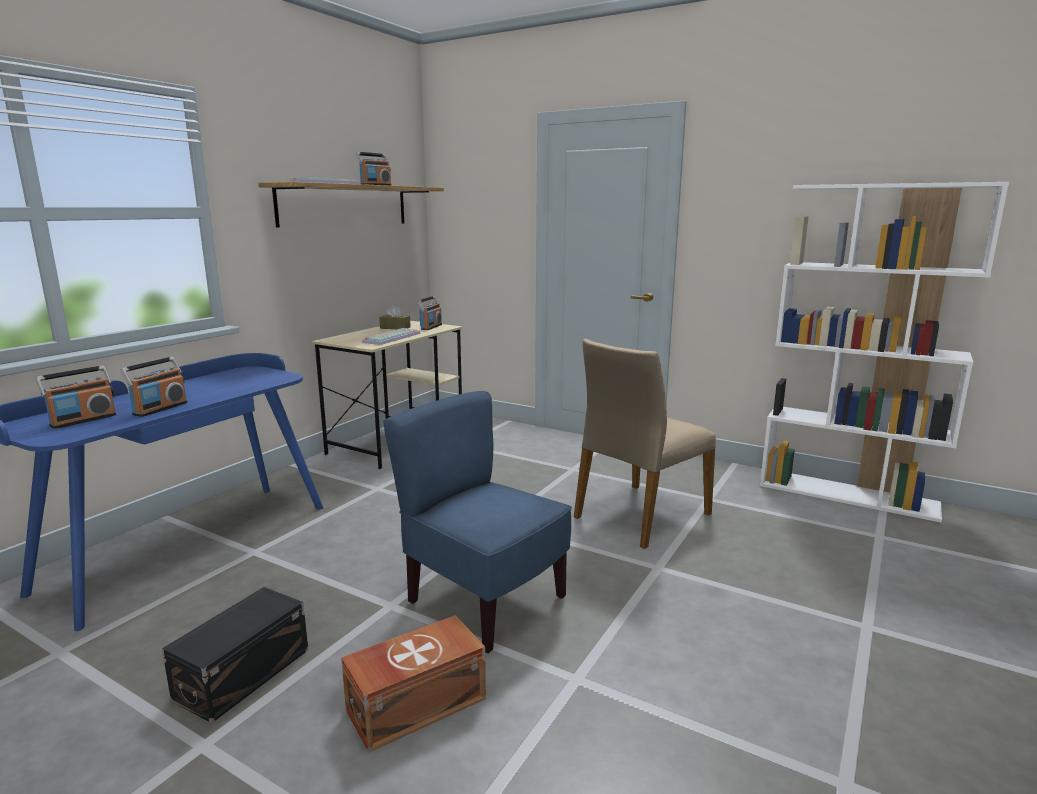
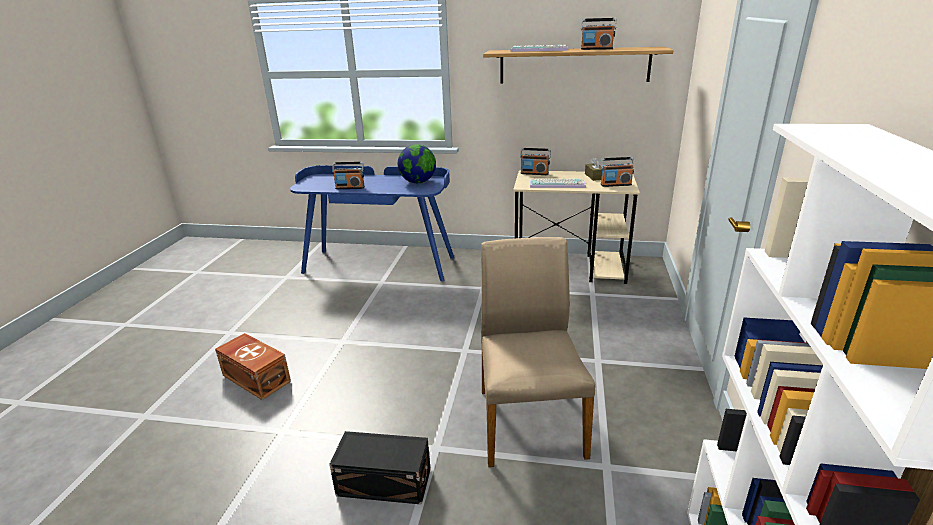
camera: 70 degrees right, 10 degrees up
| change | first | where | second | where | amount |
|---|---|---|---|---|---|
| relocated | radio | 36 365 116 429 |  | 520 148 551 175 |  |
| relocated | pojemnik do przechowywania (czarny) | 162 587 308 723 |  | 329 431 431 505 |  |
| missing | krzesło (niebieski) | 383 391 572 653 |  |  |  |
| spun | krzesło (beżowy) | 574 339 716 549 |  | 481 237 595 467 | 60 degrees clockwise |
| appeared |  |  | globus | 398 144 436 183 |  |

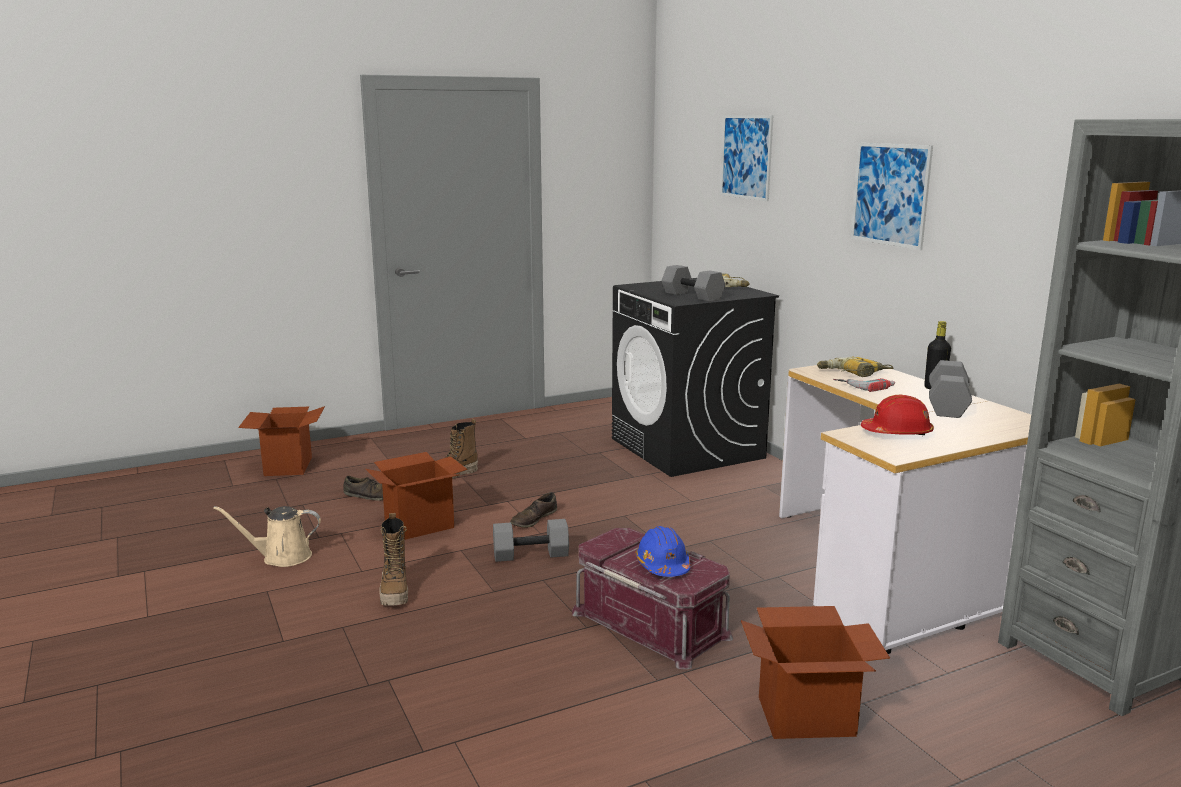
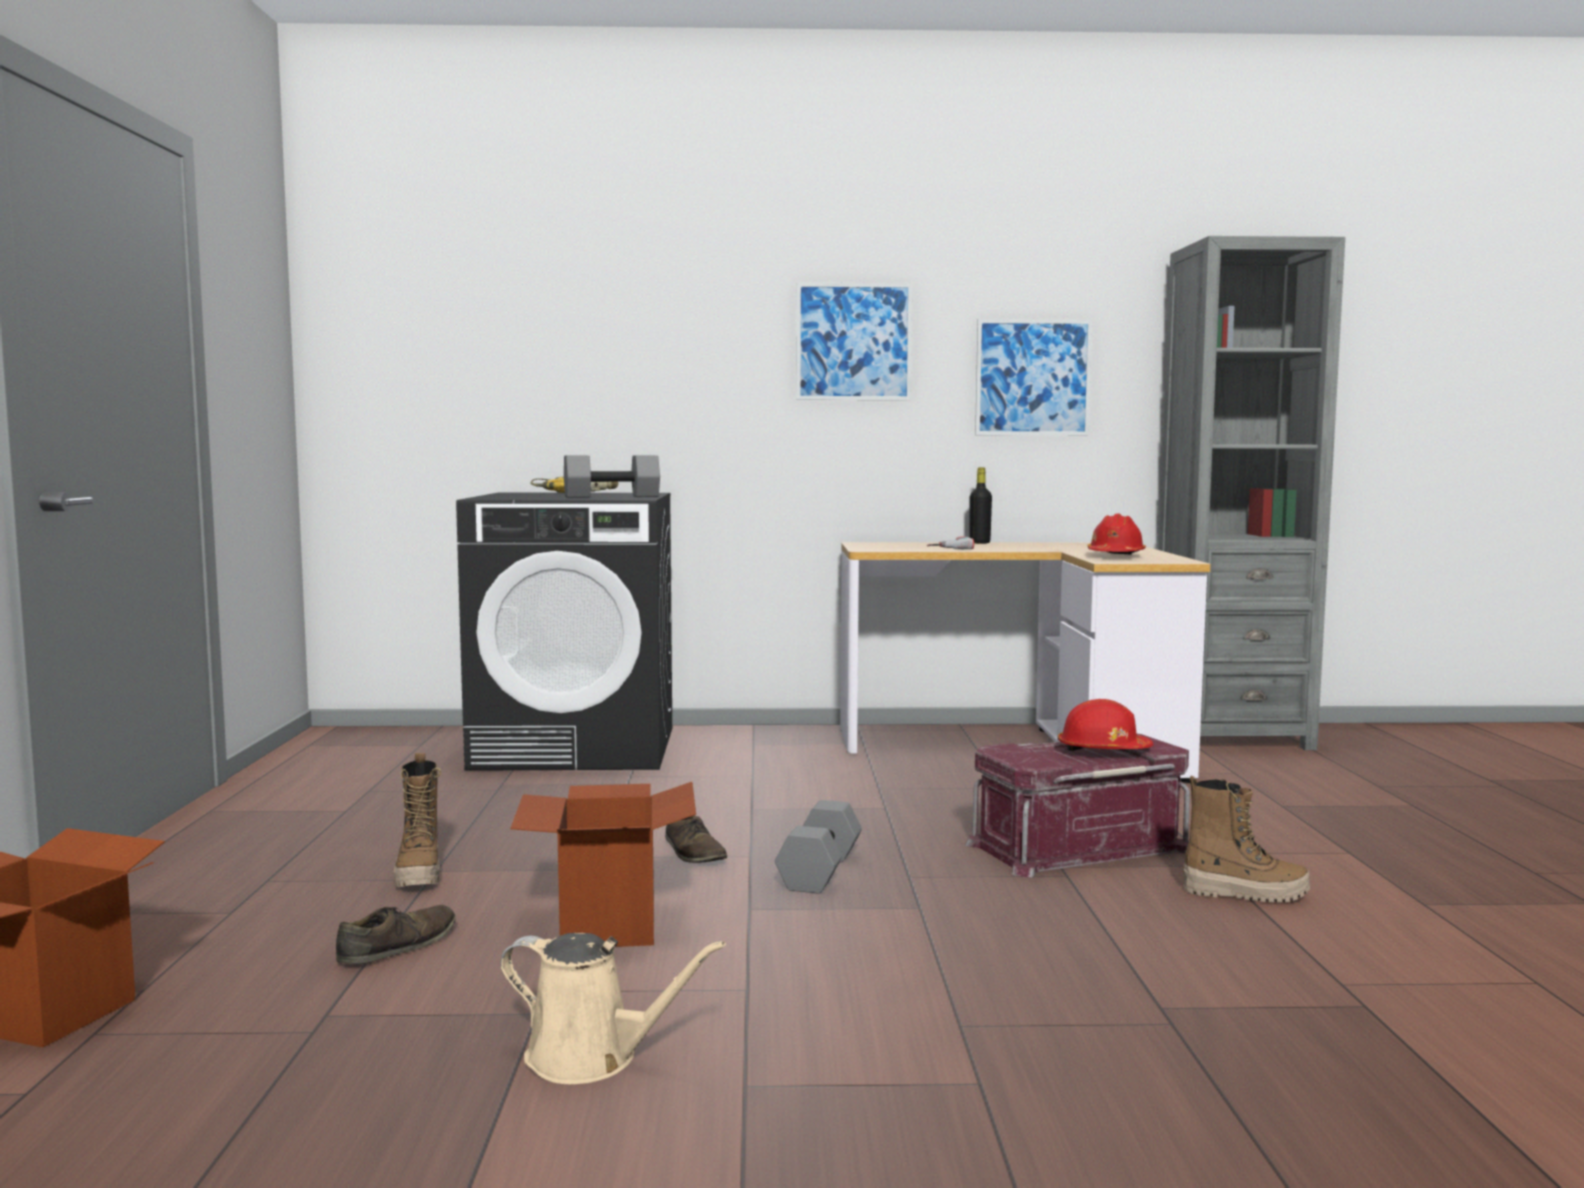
camera: 65 degrees left, 10 degrees down
| change | first | where | second | where | amount |
|---|---|---|---|---|---|
| spun | konewka (beżowy) | 213 506 321 567 |  | 500 933 726 1084 | 90 degrees counterclockwise |
| relocated | but z cholewką | 379 513 408 606 |  | 1183 776 1310 903 |  |
| colour | kask (niebieski) | 636 526 691 577 | kask (czerwony) | 1058 699 1154 751 |  |
| relocated | obraz | 720 115 773 201 |  | 975 319 1092 435 |  |
| missing | karton | 741 606 890 739 |  |  |  |
| missing | wiertarka | 817 356 893 377 |  |  |  |
| missing | hantel (szary) | 929 360 972 418 |  |  |  |

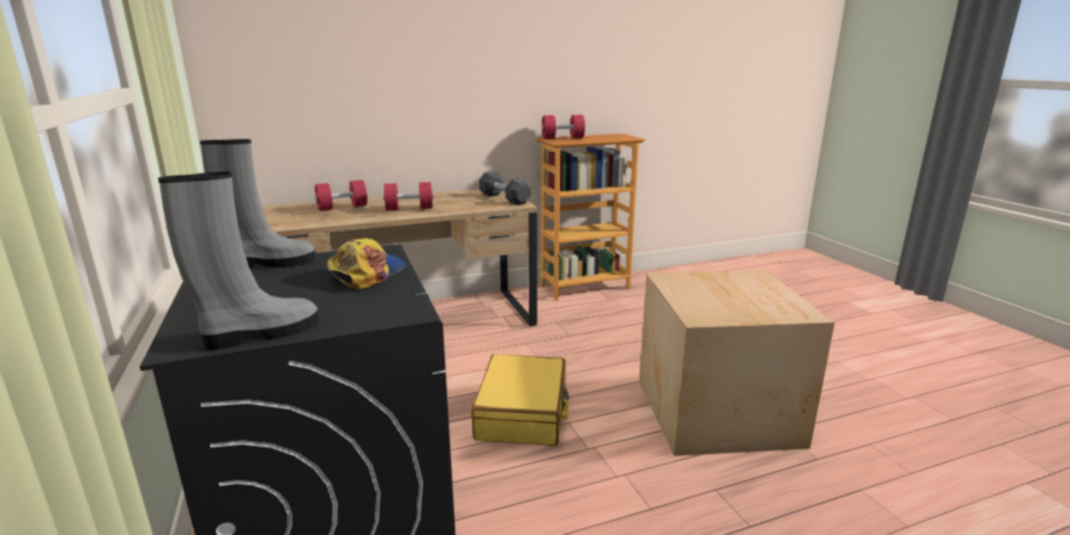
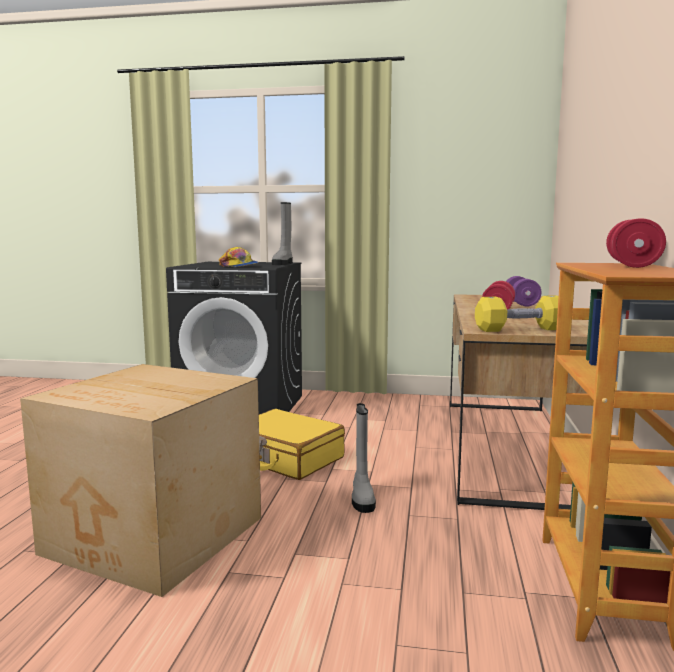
camera: 120 degrees right, 10 degrees down
| change | first | where | second | where | amount |
|---|---|---|---|---|---|
| relocated | but z cholewką (szary) | 158 172 320 350 |  | 352 403 376 513 |  |
| colour | hantel (czerwony) | 315 180 367 211 | hantel (fioletowy) | 506 276 541 307 |  |
| colour | hantel (czarny) | 479 172 531 205 | hantel (żółty) | 475 295 559 332 |  |

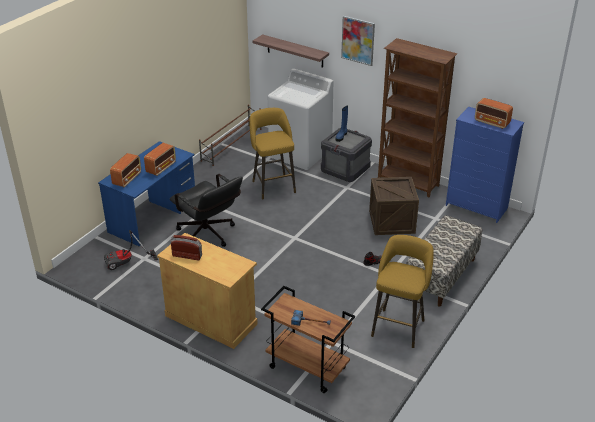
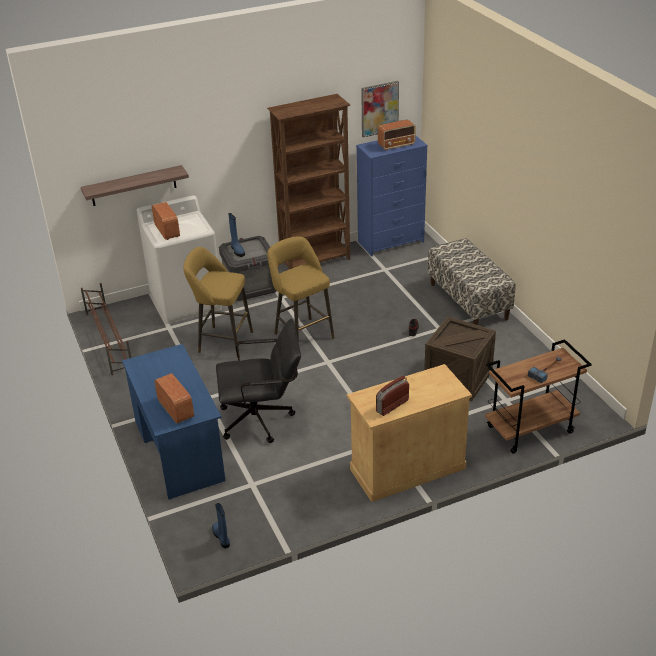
camera: 55 degrees left, 0 degrees up
| change | first | where | second | where | amount |
|---|---|---|---|---|---|
| missing | odkurzacz | 104 230 158 270 |  |  |  |
| relocated | radio | 144 143 176 176 |  | 152 202 180 240 |  |
| relocated | obraz | 341 16 375 66 |  | 361 81 399 137 |  |
| relocated | skrzynka | 369 177 419 235 |  | 424 317 496 401 |  |
| relocated | stołek (żółty) | 371 235 434 348 |  | 267 236 334 343 |  |
| appeared |  |  | but z cholewką (niebieski) | 212 503 230 548 |  |

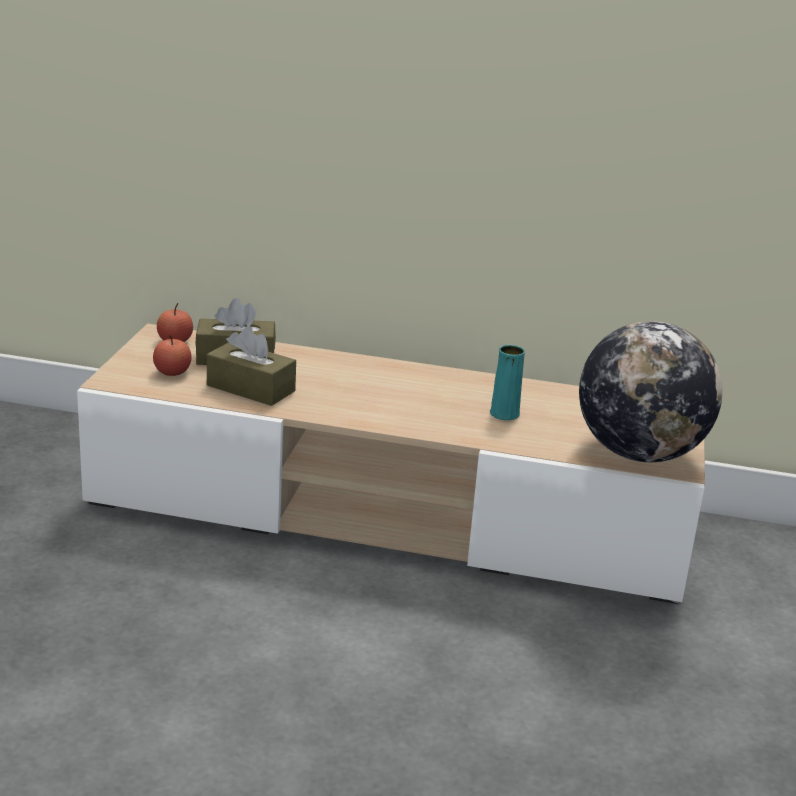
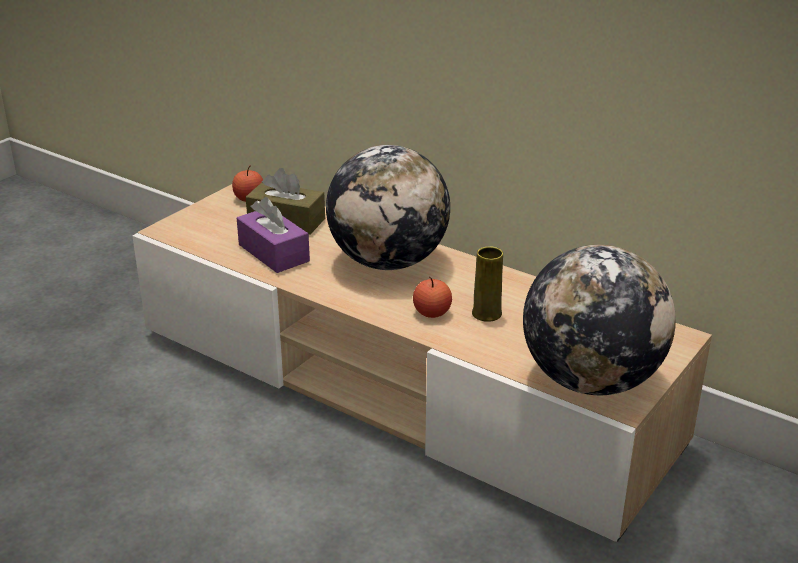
camera: 25 degrees right, 5 degrees up
| change | first | where | second | where | amount |
|---|---|---|---|---|---|
| relocated | jabłko | 153 335 192 376 |  | 413 277 452 318 |  |
| colour | pudełko chusteczek (brązowy) | 207 326 296 406 | pudełko chusteczek (fioletowy) | 237 197 310 273 |  |
| colour | wazon (turkusowy) | 490 345 525 420 | wazon (żółty) | 472 246 503 322 |  |
| appeared |  |  | globus | 326 145 450 270 |  |

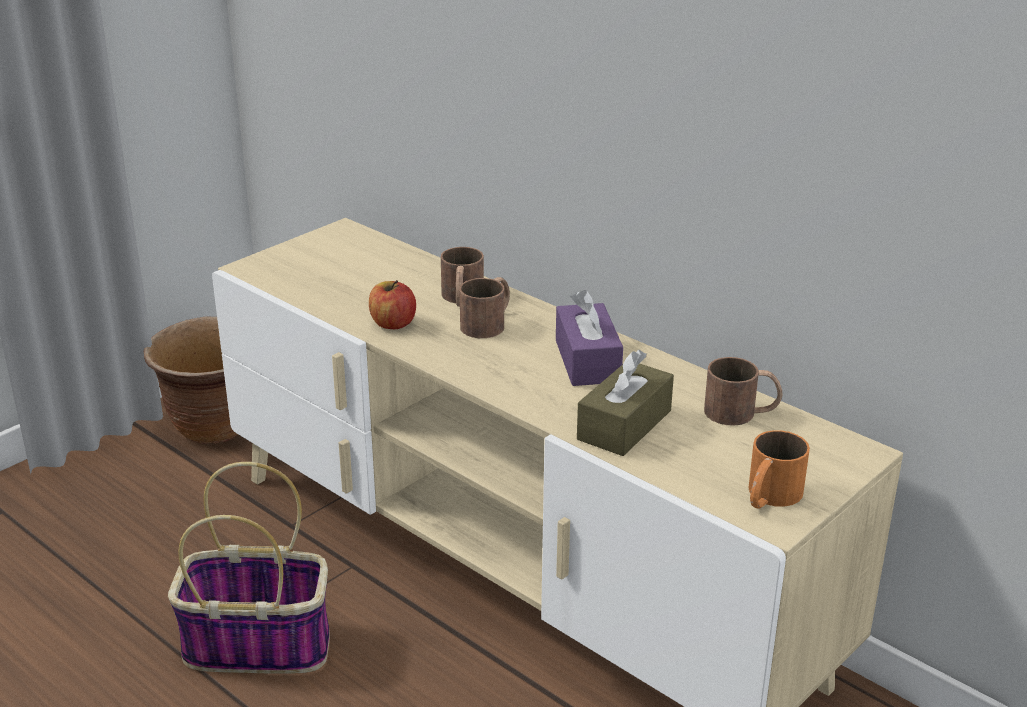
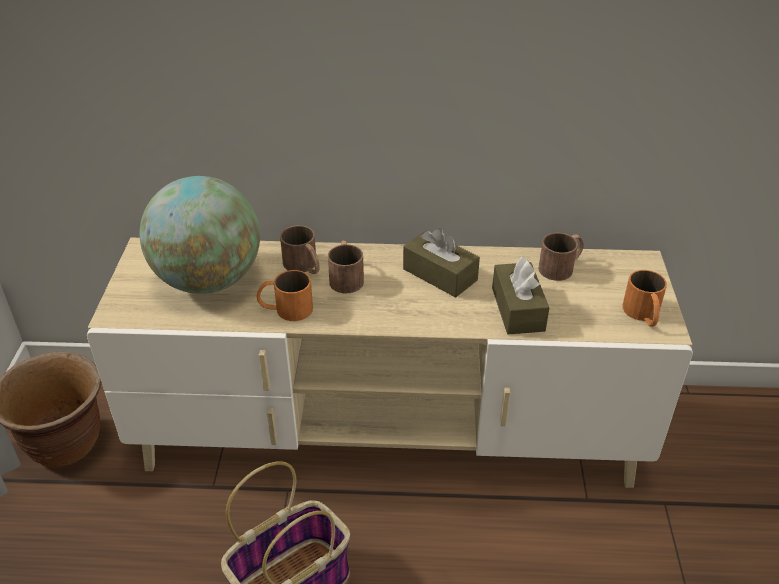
camera: 40 degrees left, 10 degrees up
| change | first | where | second | where | amount |
|---|---|---|---|---|---|
| exchanged | jabłko | 369 280 416 329 | kubek (pomarańczowy) | 257 270 313 321 |  |
| colour | pudełko chusteczek (fioletowy) | 556 290 623 386 | pudełko chusteczek (brązowy) | 403 228 480 297 |  |
| appeared |  |  | globus | 140 176 260 294 |  |

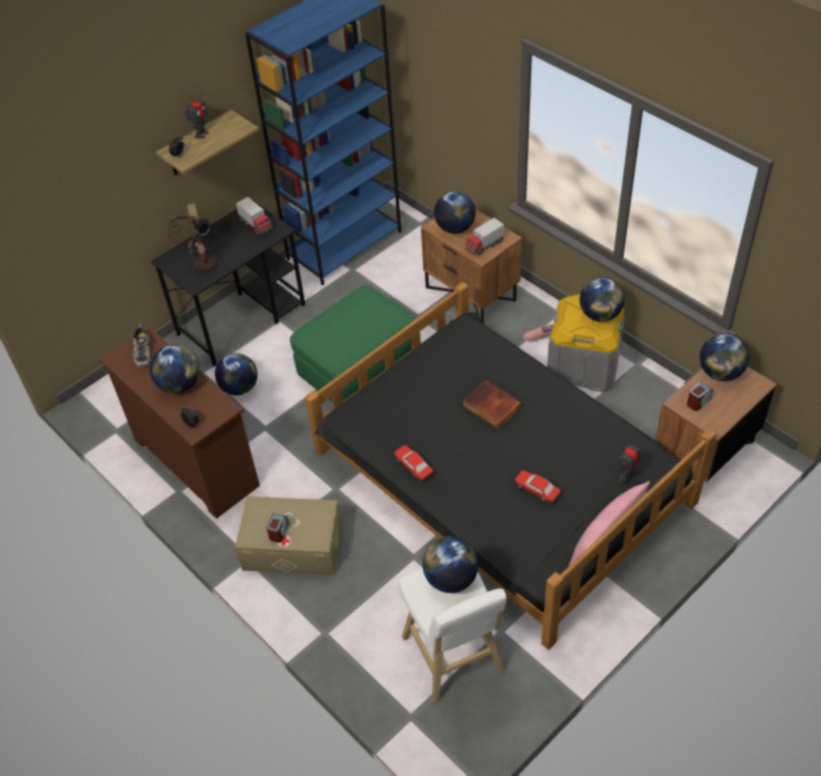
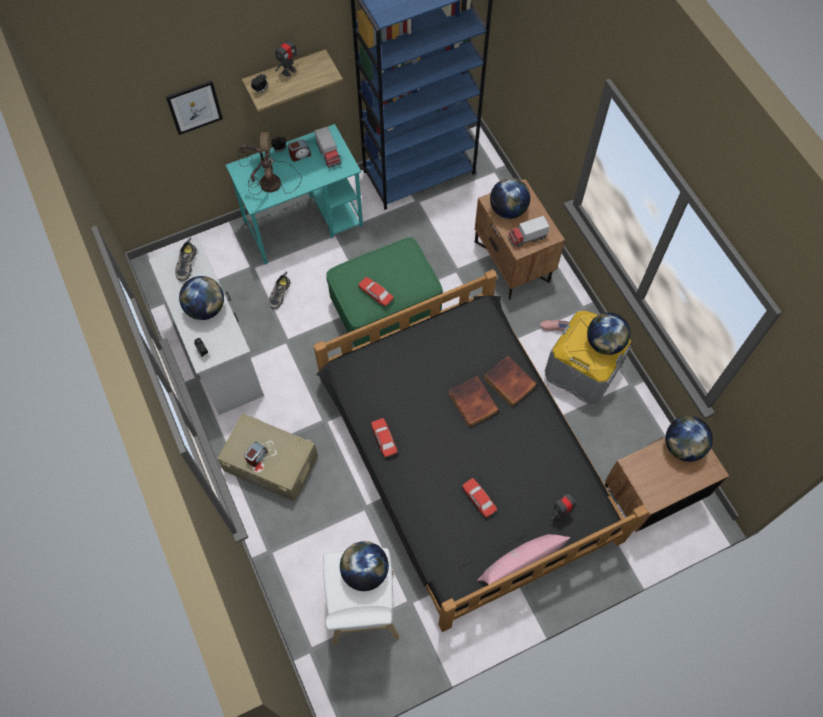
camera: 15 degrees right, 15 degrees up
| change | first | where | second | where | amount |
|---|---|---|---|---|---|
| colour | komoda (brązowy) | 100 327 260 519 | komoda (biały) | 149 239 264 415 |  |
| colour | biurko (czarny) | 151 201 305 367 | biurko (turkusowy) | 226 124 363 265 |  |
| exchanged | globus | 215 353 258 395 | but | 269 271 290 309 |  |
| relocated | budzik | 687 382 713 411 |  | 288 139 311 161 |  |
| appeared |  |  | obraz | 165 80 223 135 |  |
| appeared |  |  | samochodzik | 358 277 394 307 |  |
| appeared |  |  | książka | 483 356 537 407 |  |

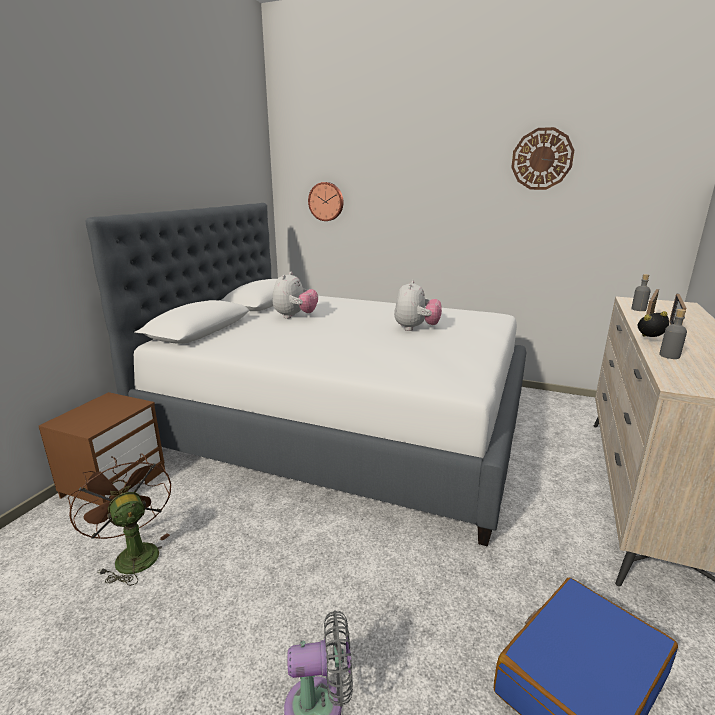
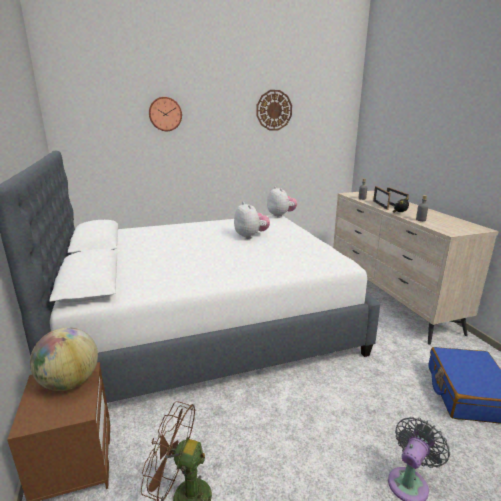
camera: 40 degrees left, 0 degrees up
| change | first | where | second | where | amount |
|---|---|---|---|---|---|
| relocated | pluszak | 273 271 318 319 |  | 267 186 297 218 |  |
| relocated | zegar ścienny | 308 182 343 221 |  | 149 97 182 131 |  |
| appeared |  |  | globus | 30 328 98 391 |  |

